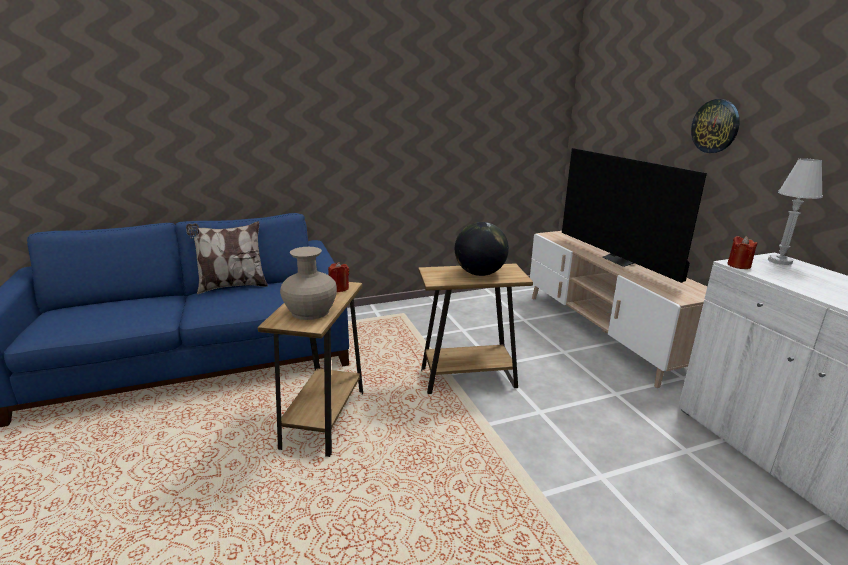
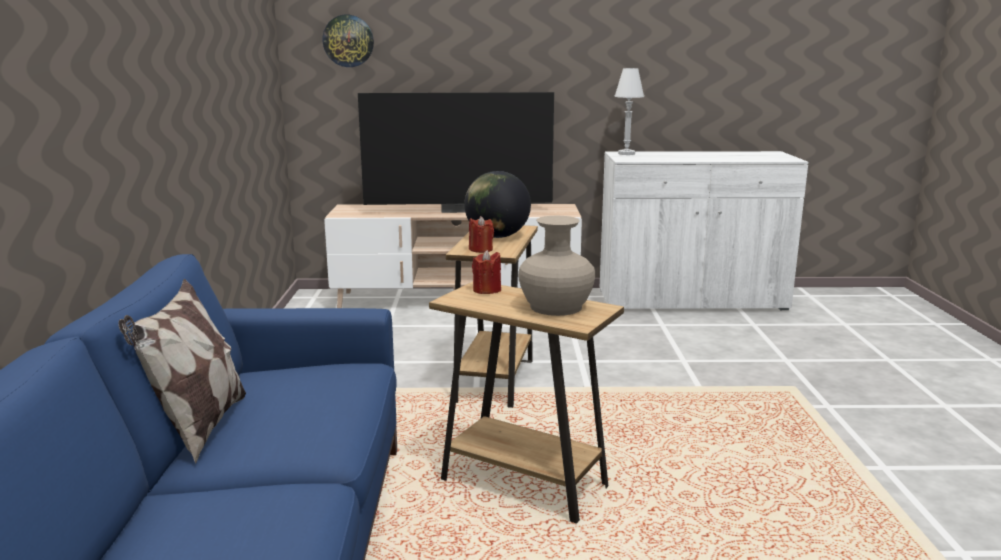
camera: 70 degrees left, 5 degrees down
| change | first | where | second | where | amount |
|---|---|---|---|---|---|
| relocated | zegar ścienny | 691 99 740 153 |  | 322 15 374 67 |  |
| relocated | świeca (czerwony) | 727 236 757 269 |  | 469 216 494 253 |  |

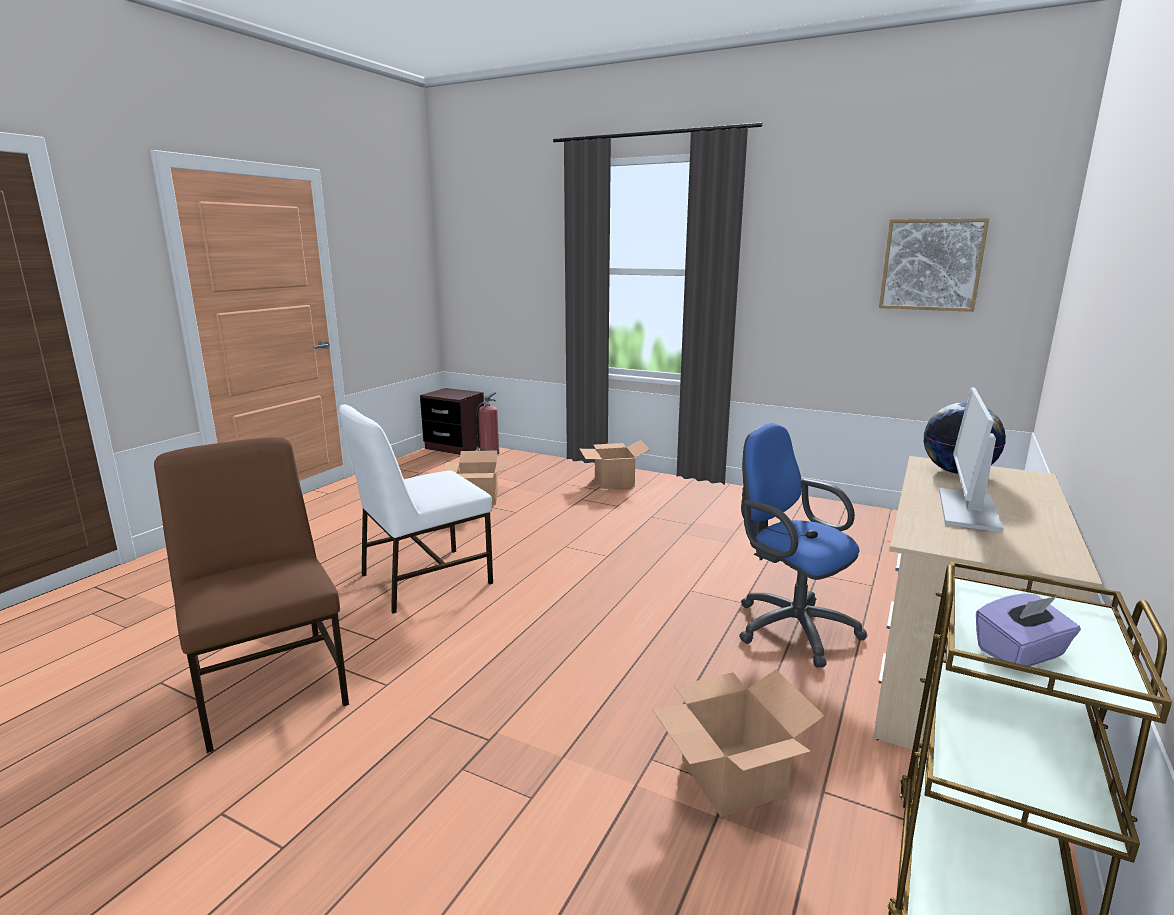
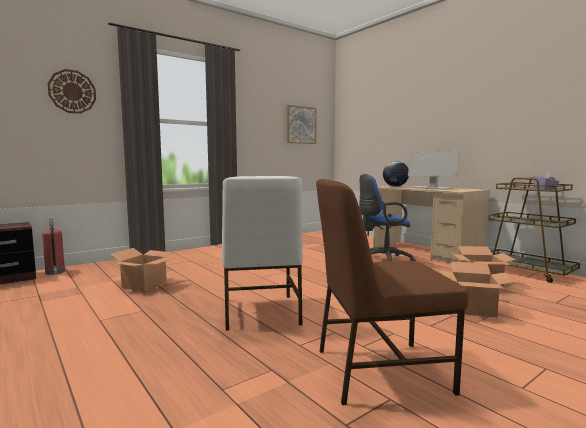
camera: 65 degrees left, 10 degrees down
| change | first | where | second | where | amount |
|---|---|---|---|---|---|
| relocated | karton | 580 440 650 489 |  | 440 262 514 317 |  |
| appeared |  |  | zegar ścienny | 48 69 96 114 |  |

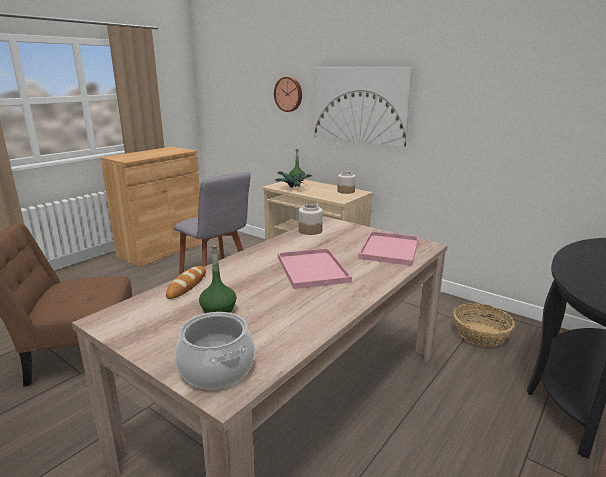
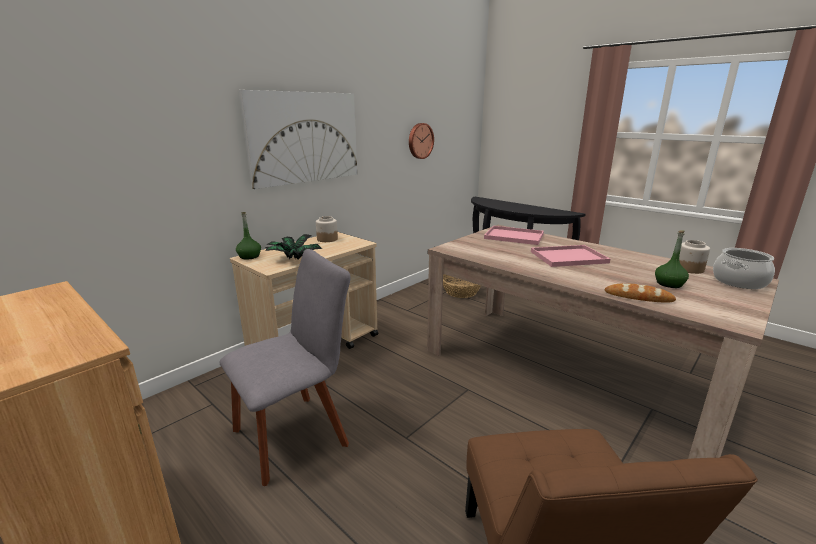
camera: 85 degrees left, 0 degrees up
| change | first | where | second | where | amount |
|---|---|---|---|---|---|
| relocated | zegar ścienny | 274 77 302 112 |  | 409 123 434 159 |  |
| relocated | słoik | 299 204 323 235 |  | 679 240 710 274 |  |

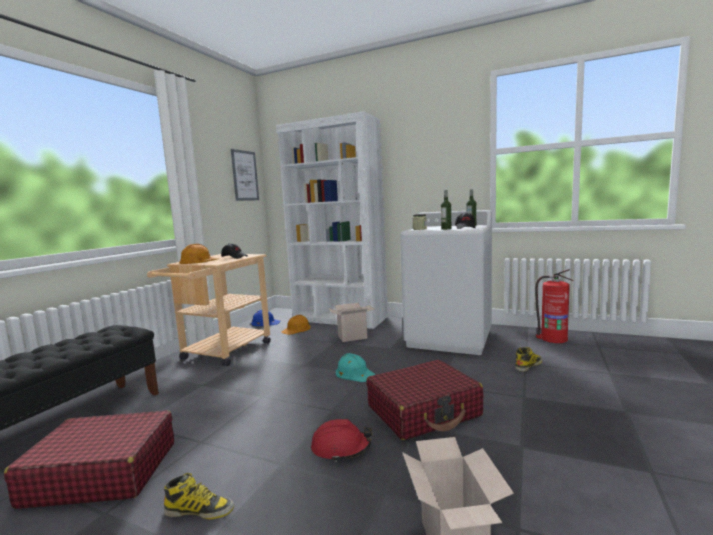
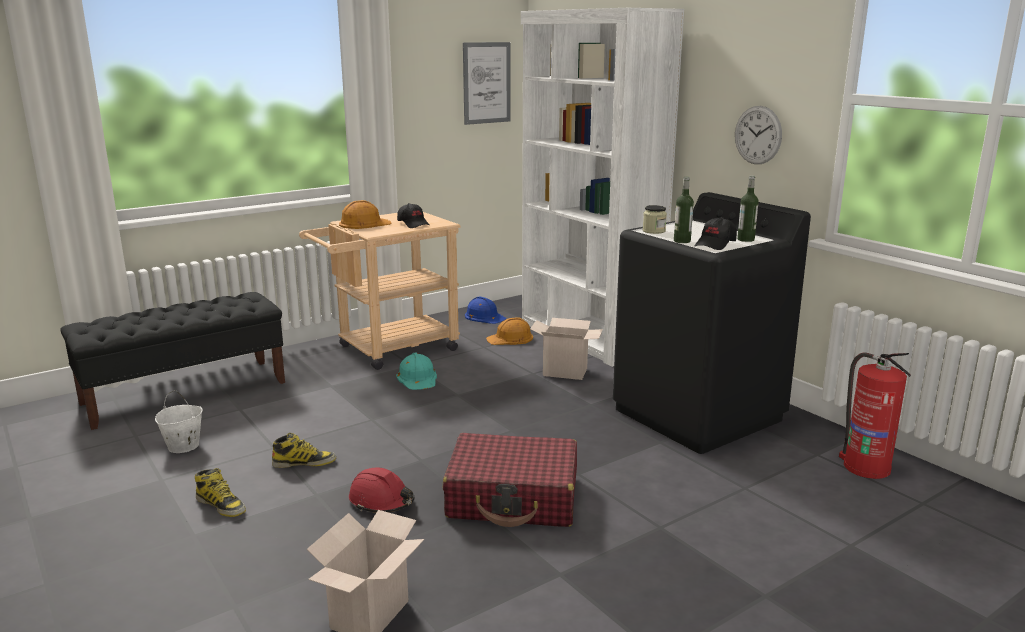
camera: 30 degrees right, 10 degrees up
| change | first | where | second | where | amount |
|---|---|---|---|---|---|
| exchanged | walizka (czerwony) | 4 410 174 509 | wiadro (biały) | 155 390 203 453 |  |
| relocated | kask (turkusowy) | 336 353 375 382 |  | 396 353 437 390 |  |
| colour | pralka (biały) | 400 210 492 355 | pralka (czarny) | 613 192 811 454 |  |
| relocated | but z cholewką | 515 347 542 372 |  | 272 433 336 468 |  |
| appeared |  |  | zegar ścienny | 735 106 782 164 |  |

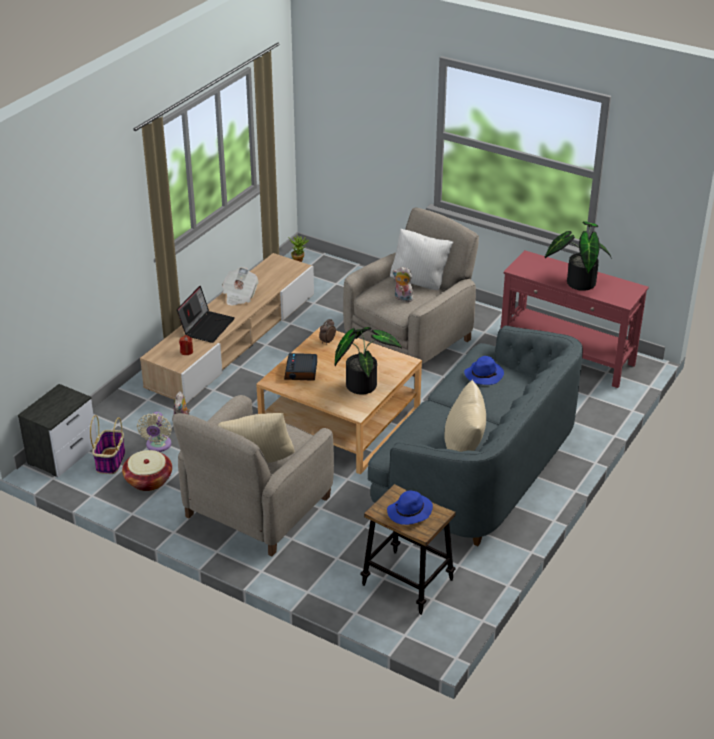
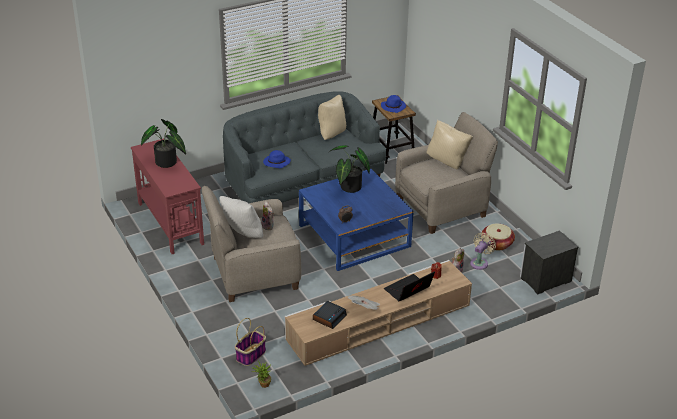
camera: 150 degrees left, 0 degrees up
| change | first | where | second | where | amount |
|---|---|---|---|---|---|
| relocated | koszyk | 90 415 125 474 |  | 235 318 266 366 |  |
| colour | ława (beżowy) | 256 325 422 474 | ława (niebieski) | 299 169 414 271 |  |
| relocated | budzik | 284 353 317 381 |  | 313 301 347 329 |  |

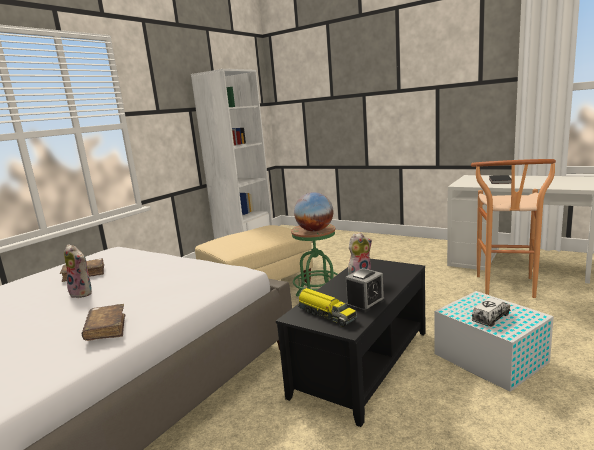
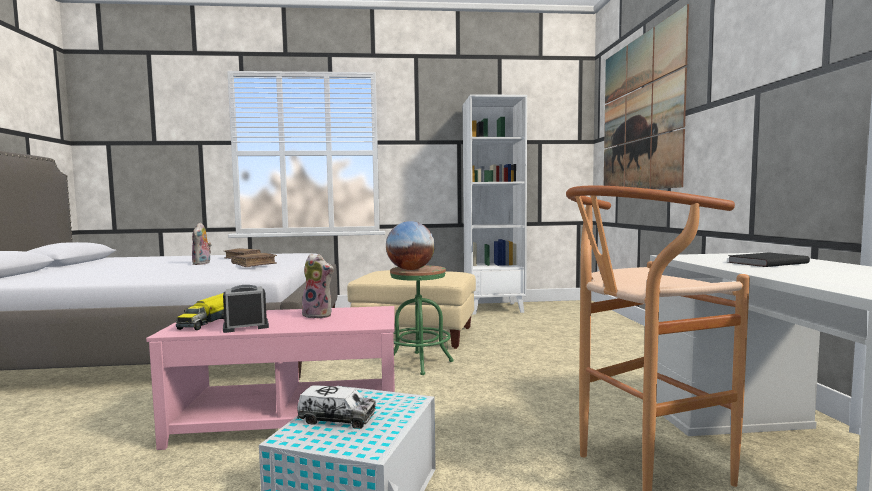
camera: 50 degrees right, 10 degrees down
| change | first | where | second | where | amount |
|---|---|---|---|---|---|
| relocated | książka (brązowy) | 82 304 125 341 |  | 231 253 277 267 |  |
| colour | ława (czarny) | 276 259 426 427 | ława (różowy) | 146 306 395 450 |  |
| spun | budzik | 346 268 385 313 |  | 223 285 269 333 | 150 degrees clockwise |
| appeared |  |  | obraz | 604 4 689 189 |  |

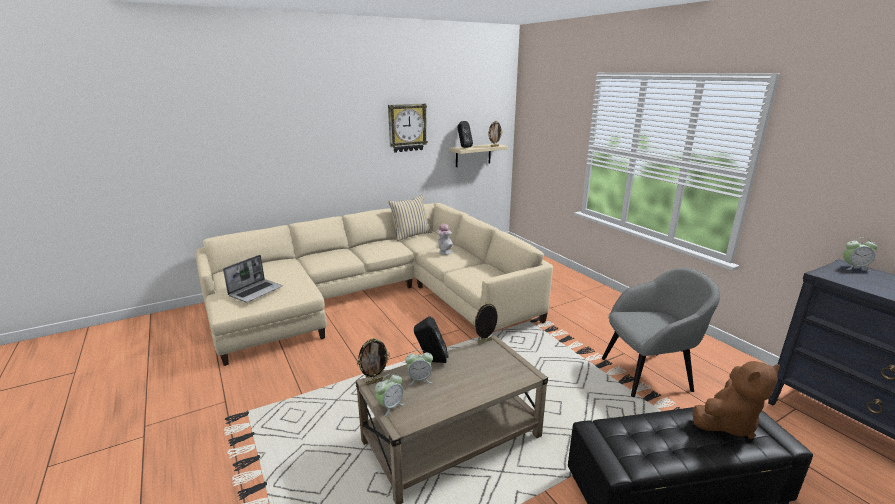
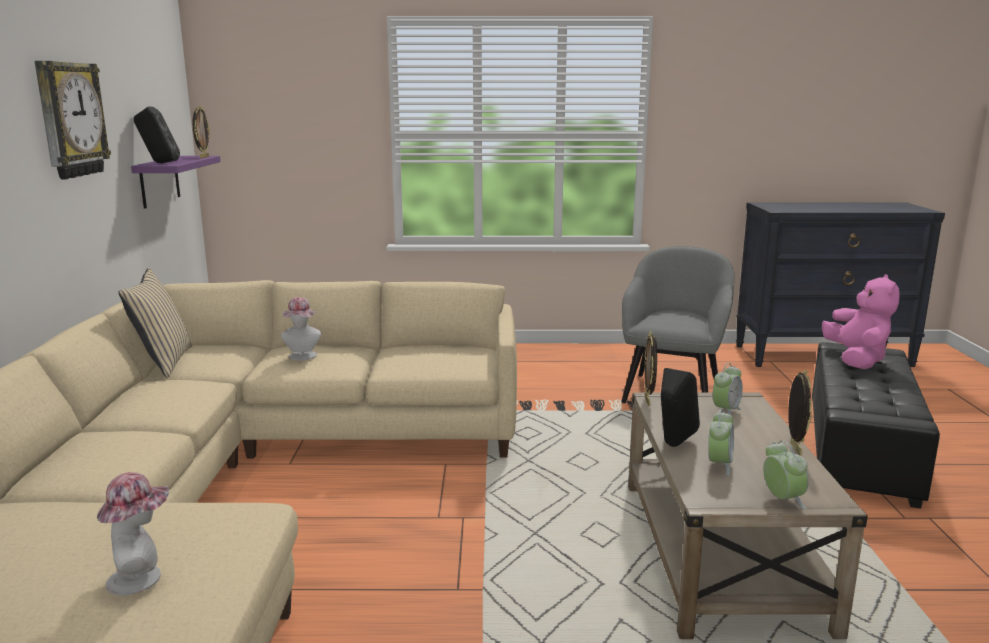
camera: 60 degrees left, 5 degrees down
| change | first | where | second | where | amount |
|---|---|---|---|---|---|
| exchanged | laptop | 223 255 283 302 | kapelusz | 97 472 169 595 |  |
| relocated | ramka na zdjęcie | 357 338 390 385 |  | 788 370 812 456 |  |
| colour | półka (beżowy) | 449 144 508 167 | półka (fioletowy) | 131 156 221 209 |  |
| colour | pluszak (brązowy) | 692 361 780 439 | pluszak (różowy) | 822 274 900 369 |  |
| relocated | budzik | 843 237 877 271 |  | 713 363 743 415 |  |

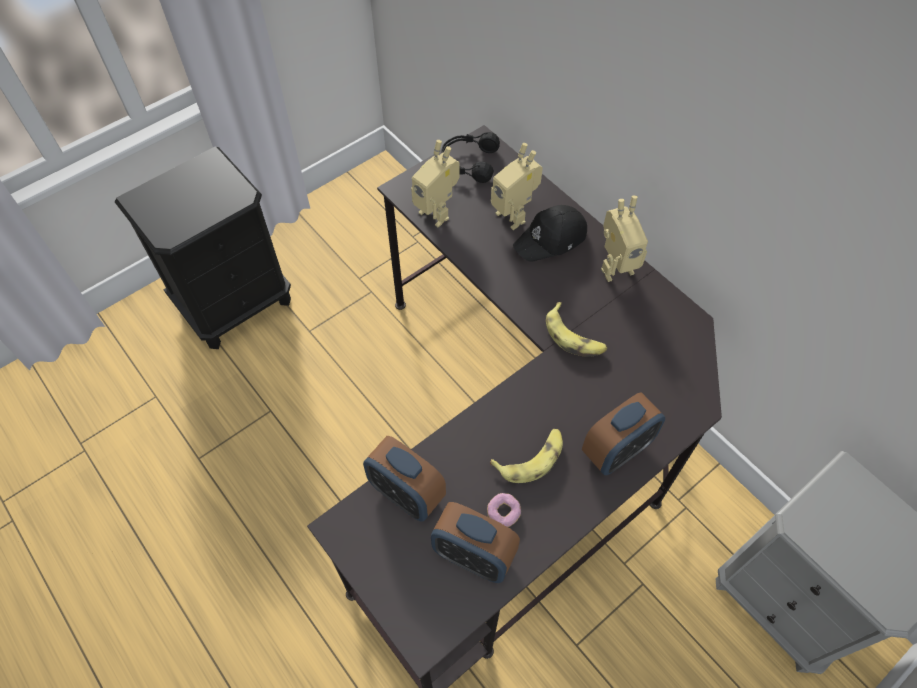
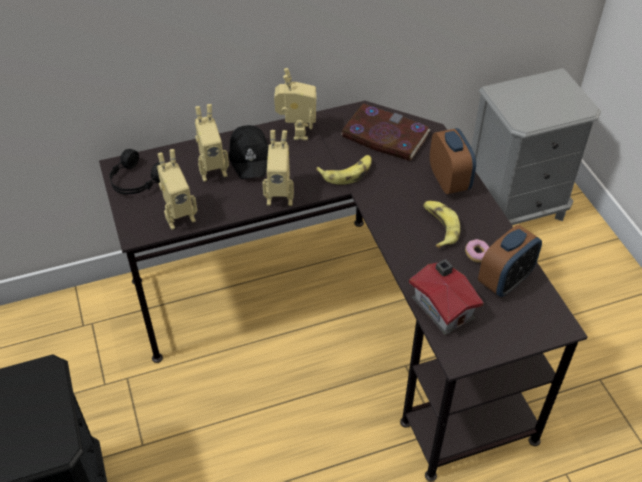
camera: 70 degrees left, 10 degrees down
| change | first | where | second | where | amount |
|---|---|---|---|---|---|
| exchanged | budzik | 363 436 446 522 | domek | 409 259 484 336 |  |
| appeared |  |  | robot zabawkowy | 262 130 294 206 |  |
| appeared |  |  | książka | 341 103 430 161 |  |

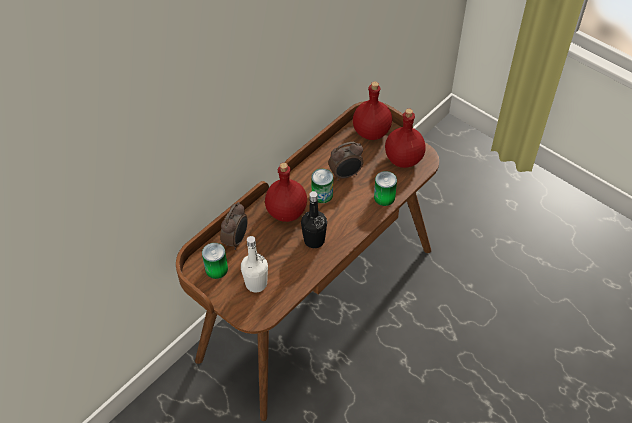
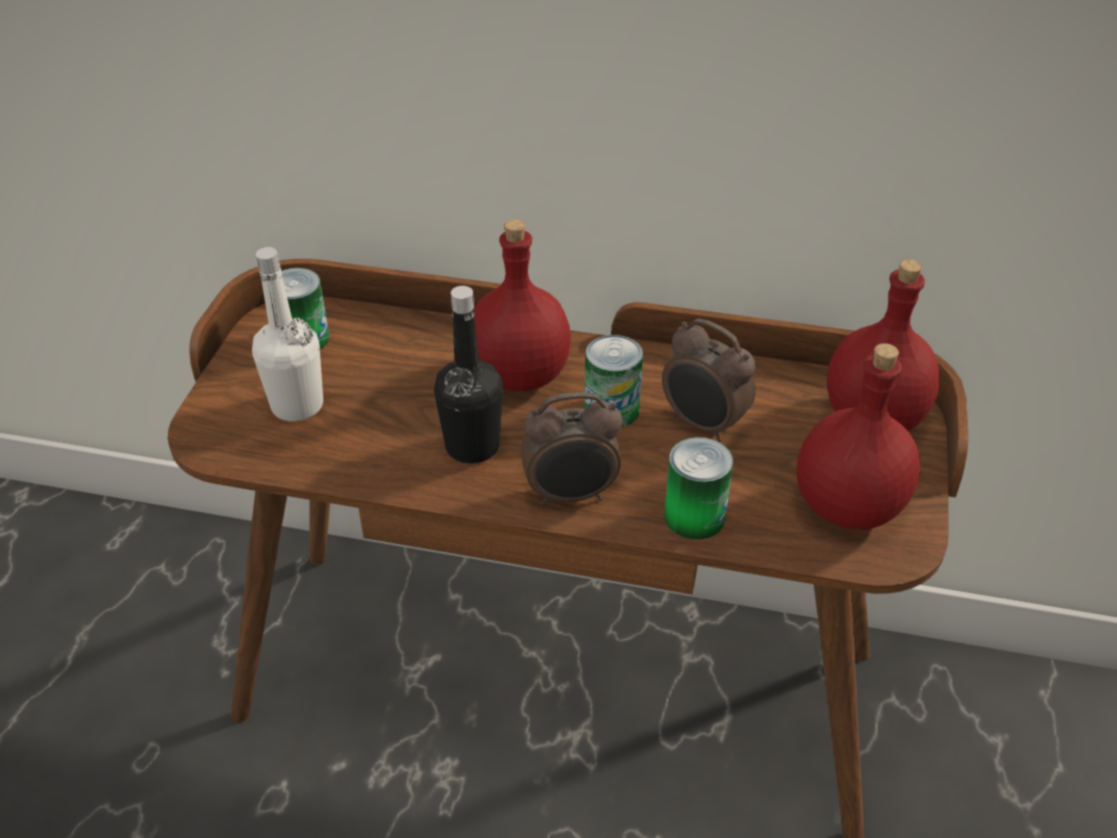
camera: 60 degrees right, 10 degrees down
| change | first | where | second | where | amount |
|---|---|---|---|---|---|
| relocated | budzik | 220 202 248 250 |  | 521 392 623 506 |  |

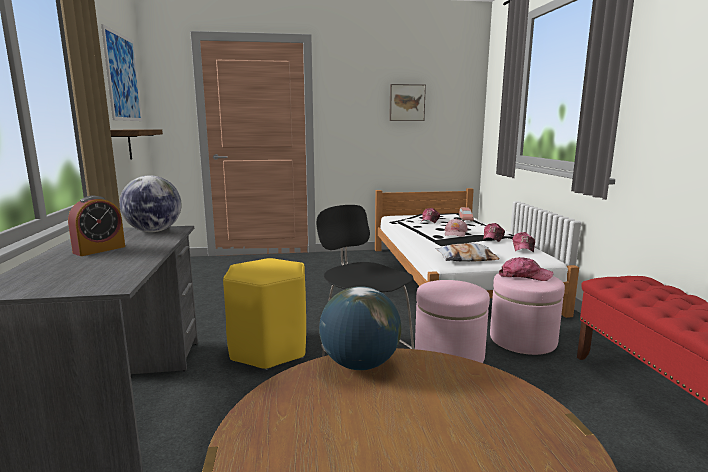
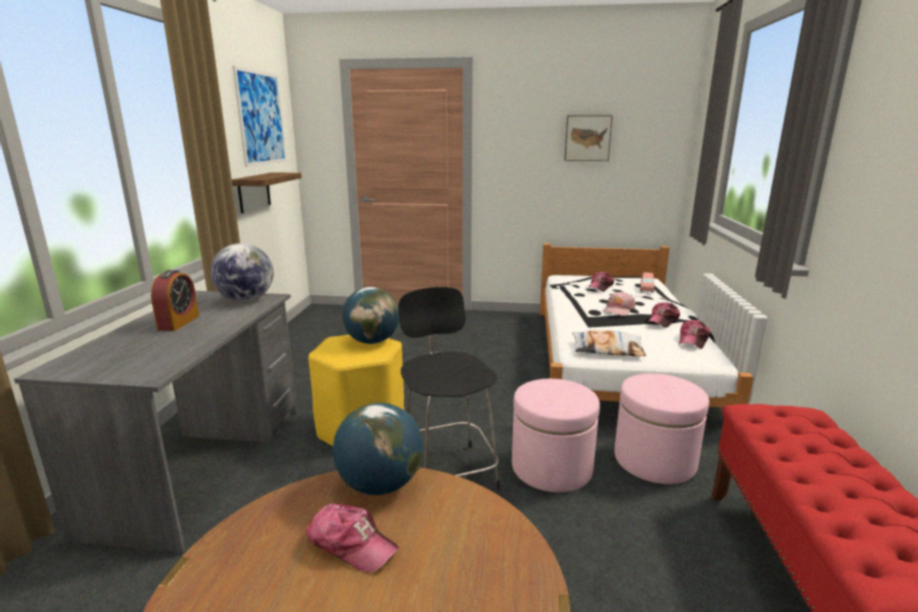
camera: 15 degrees right, 5 degrees up
| change | first | where | second | where | amount |
|---|---|---|---|---|---|
| spun | budzik | 68 196 125 256 |  | 151 270 199 331 | 45 degrees counterclockwise |
| relocated | czapka z daszkiem | 499 257 554 281 |  | 306 503 399 573 |  |
| appeared |  |  | globus | 342 287 399 344 |  |

